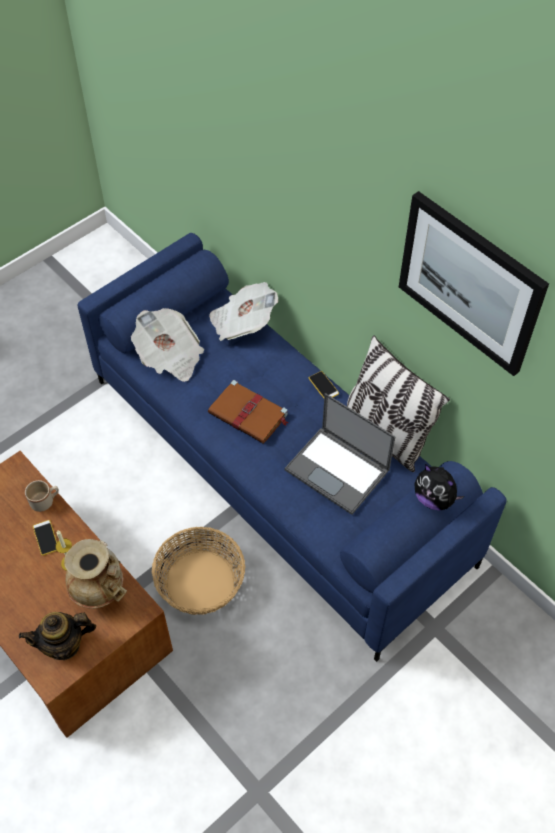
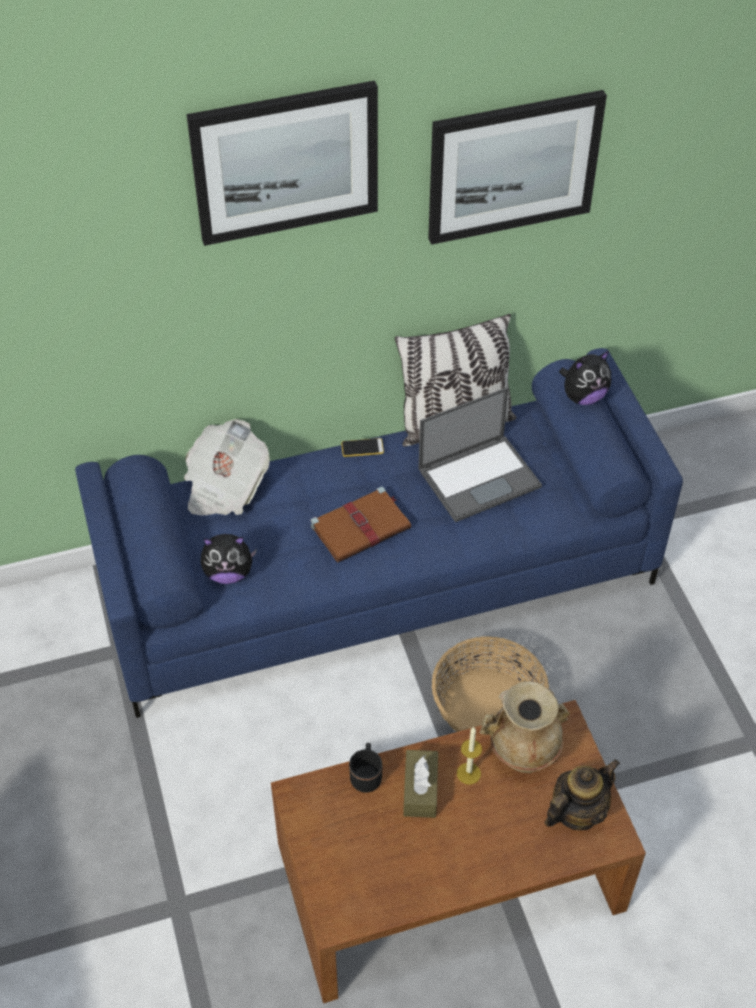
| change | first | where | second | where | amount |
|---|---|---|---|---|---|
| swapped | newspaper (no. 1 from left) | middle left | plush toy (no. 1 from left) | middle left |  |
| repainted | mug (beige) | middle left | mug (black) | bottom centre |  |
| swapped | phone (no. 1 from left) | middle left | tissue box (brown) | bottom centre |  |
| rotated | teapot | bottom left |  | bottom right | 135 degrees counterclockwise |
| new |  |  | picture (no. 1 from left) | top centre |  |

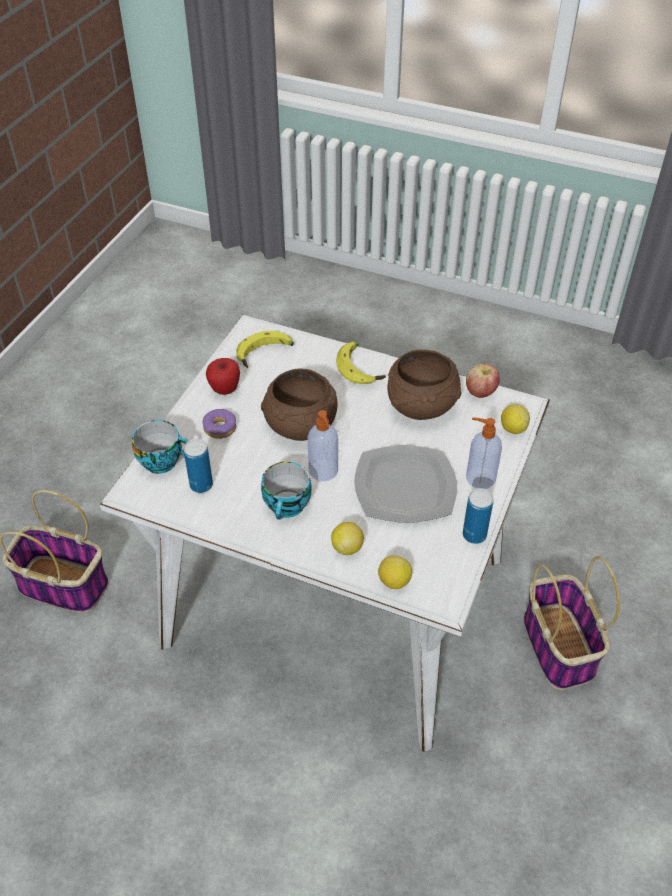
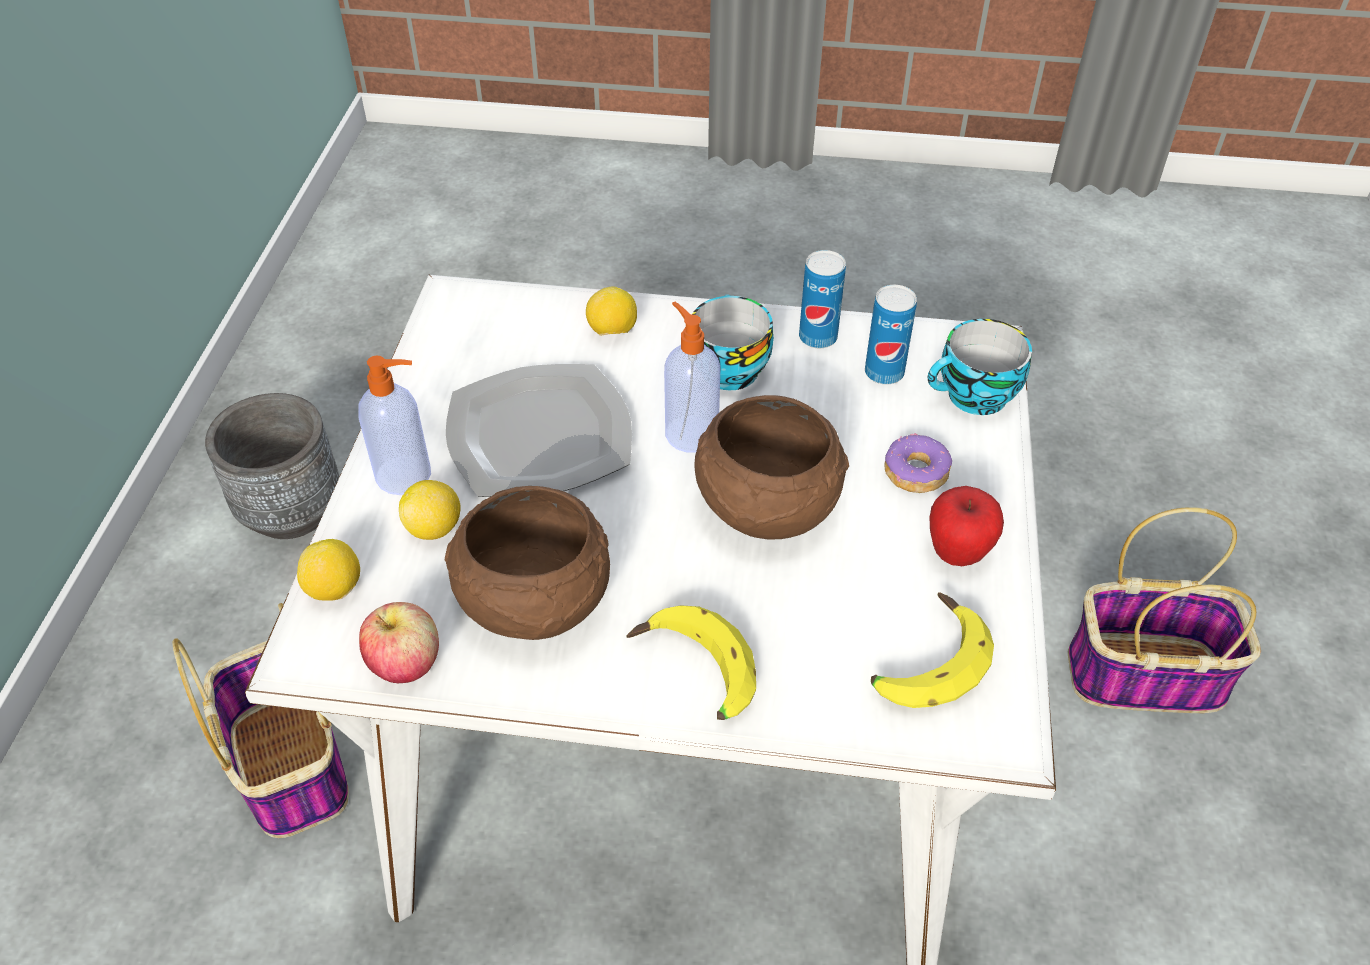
| change | first | where | second | where | amount |
|---|---|---|---|---|---|
| shifted | can (no. 2 from left in the first image) | middle right | can (no. 1 from left) | top centre |  |
| shifted | lemon (no. 2 from left) | centre |  | middle left |  |
| new |  |  | planter (grey) | middle left |  |

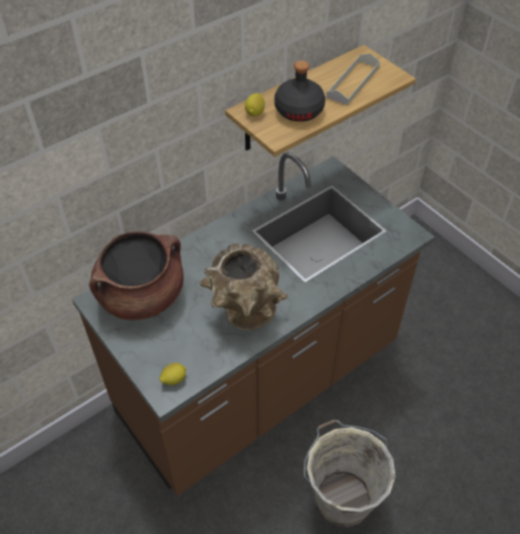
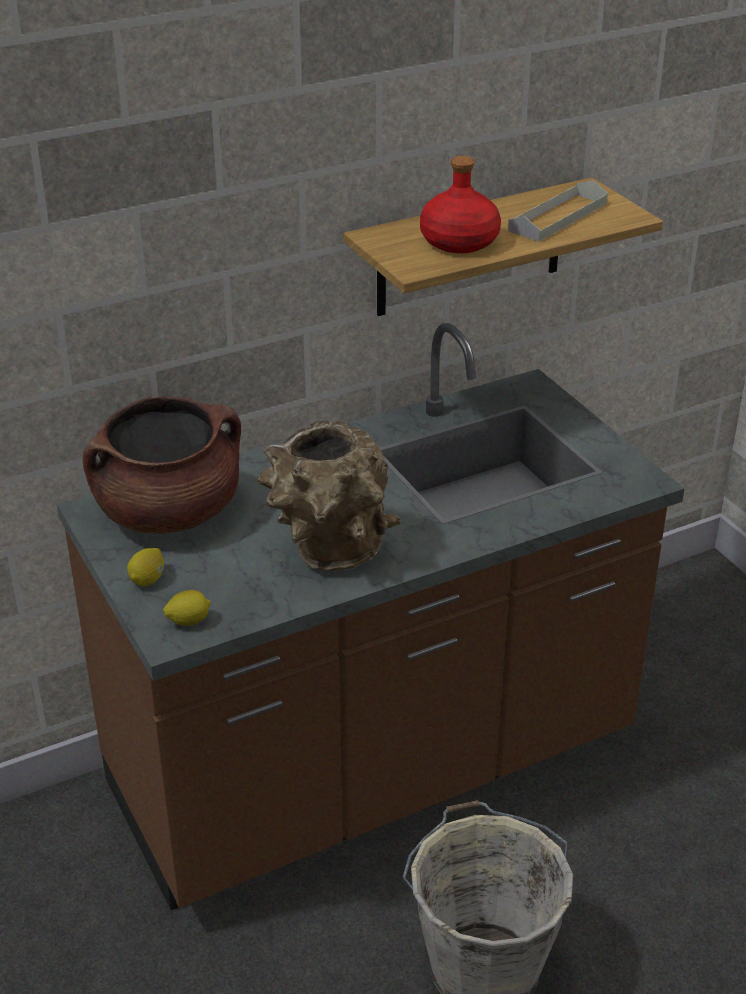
| change | first | where | second | where | amount |
|---|---|---|---|---|---|
| repainted | bottle (black) | top centre | bottle (red) | top centre |  |
| shifted | lemon (no. 2 from left in the first image) | top centre | lemon (no. 1 from left) | middle left |  |

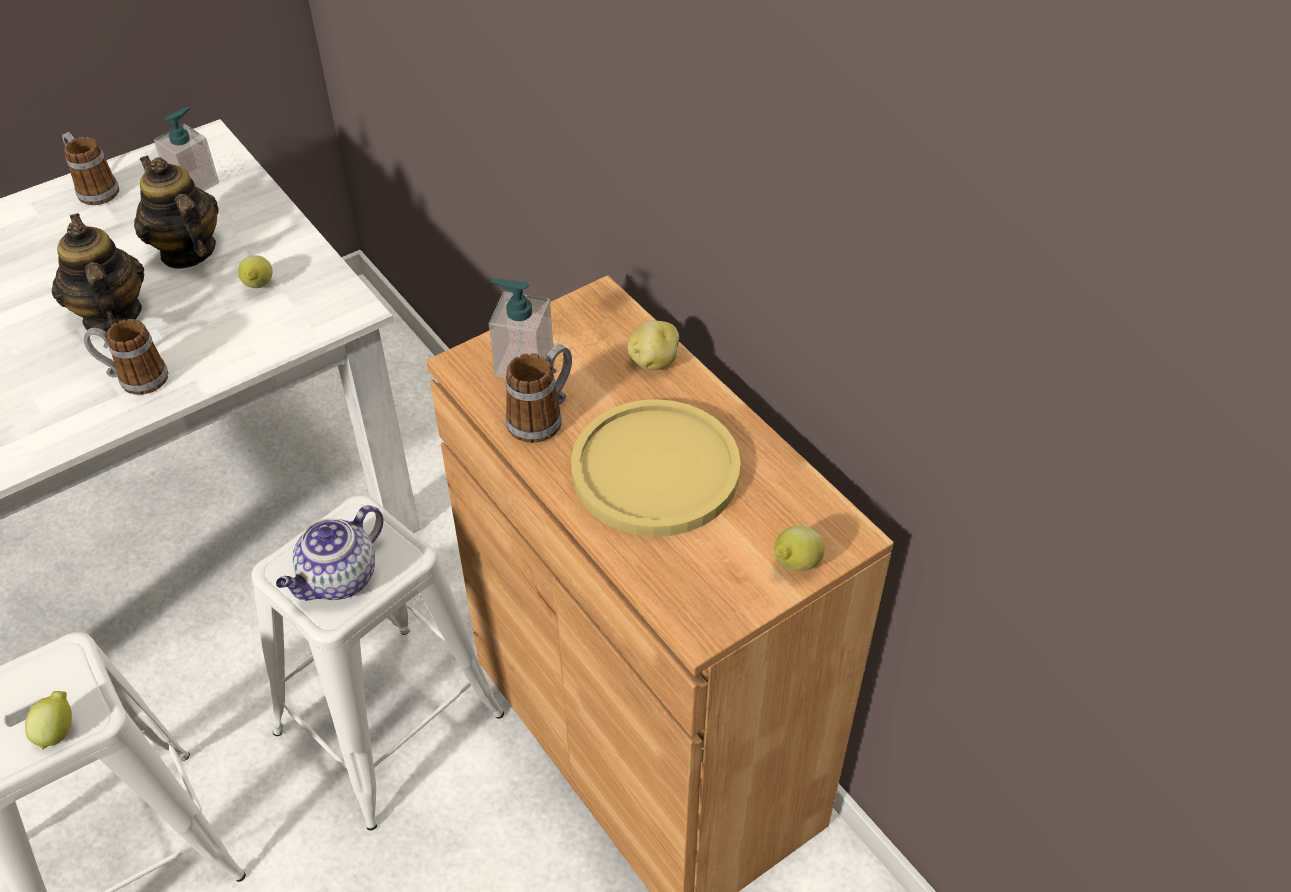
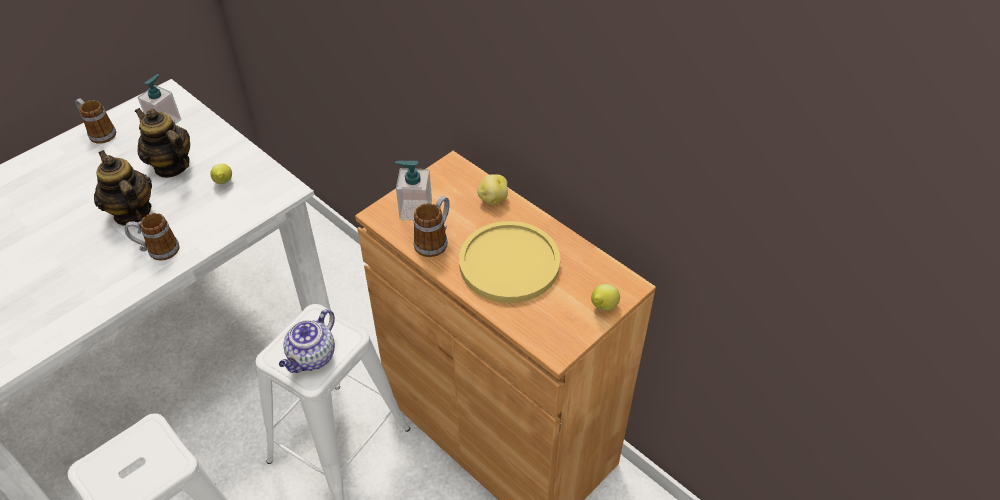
| change | first | where | second | where | amount |
|---|---|---|---|---|---|
| gone | lemon (no. 1 from left) | bottom left |  |  |  |

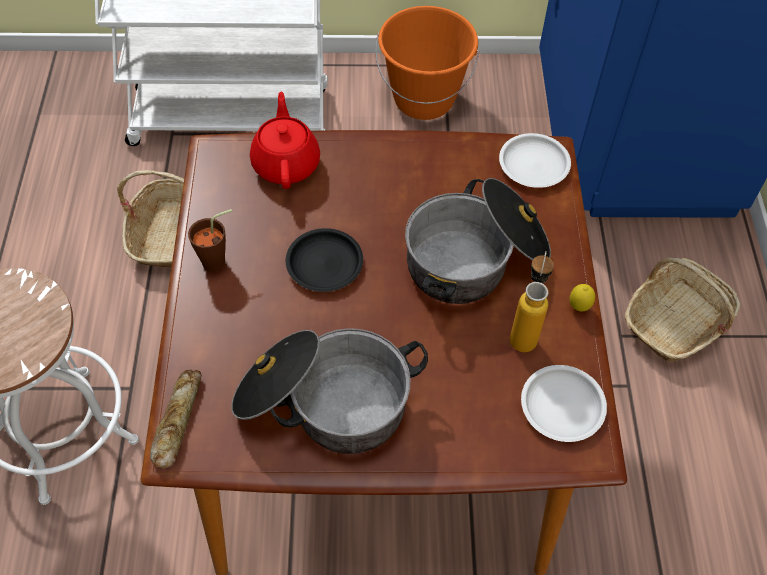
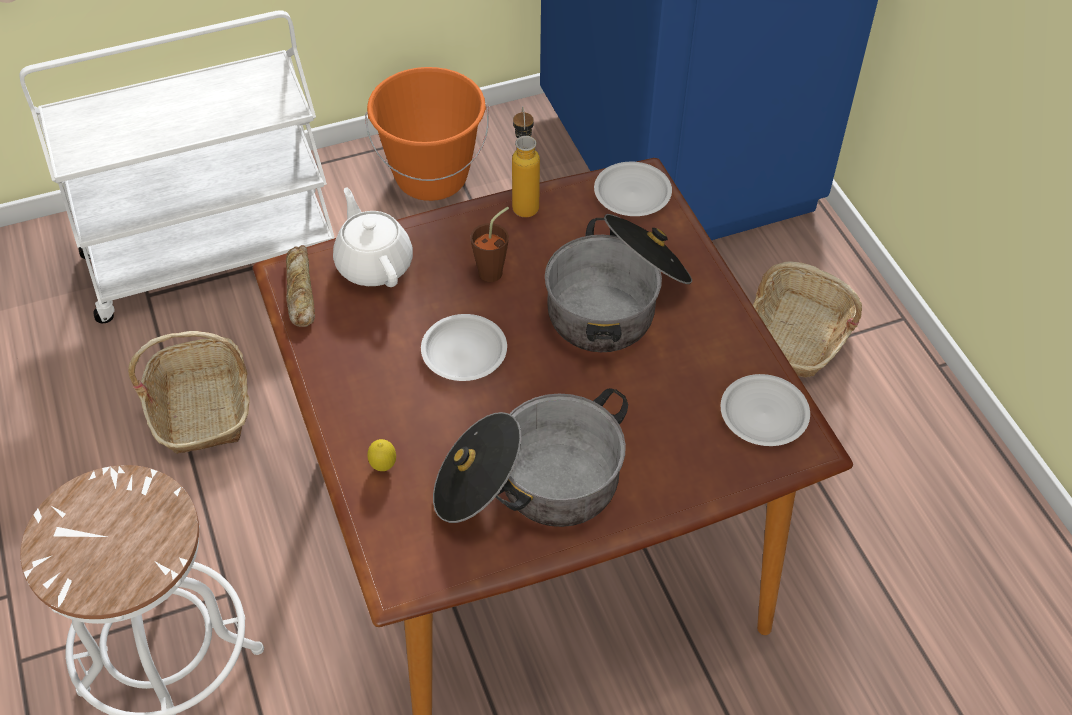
| change | first | where | second | where | amount |
|---|---|---|---|---|---|
| repainted | teapot (red) | top centre | teapot (white) | top centre |  |
| shifted | cup (brown) | middle left |  | centre |  |
| repainted | plate (black) | centre | plate (white) (no. 1 from left) | centre |  |
| shifted | bottle | middle right |  | top centre |  |
| shifted | lemon | middle right |  | centre |  |
| shifted | bread | bottom left |  | middle left |  |

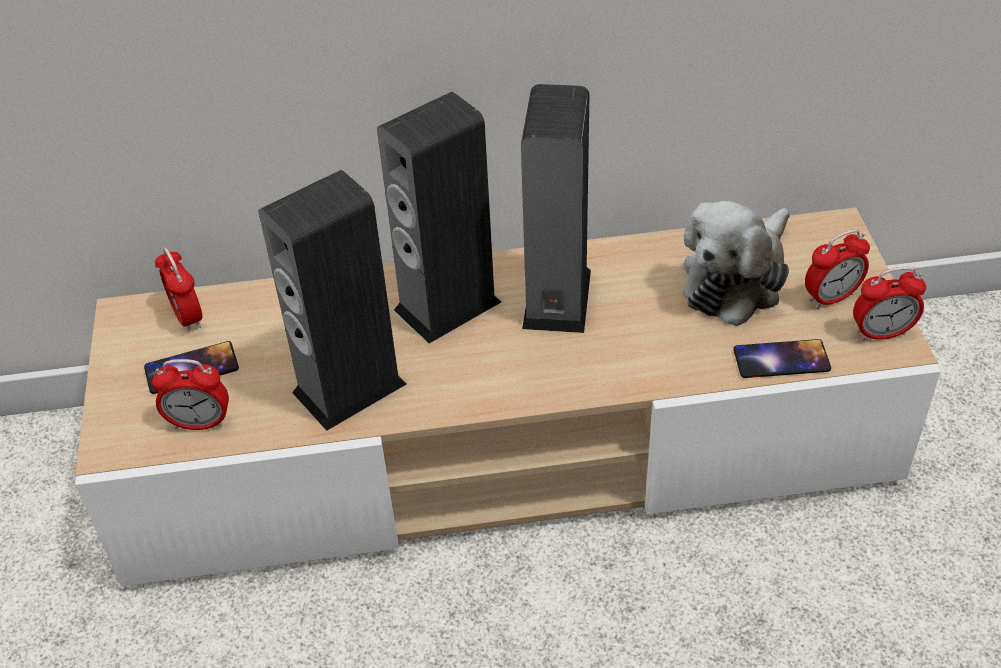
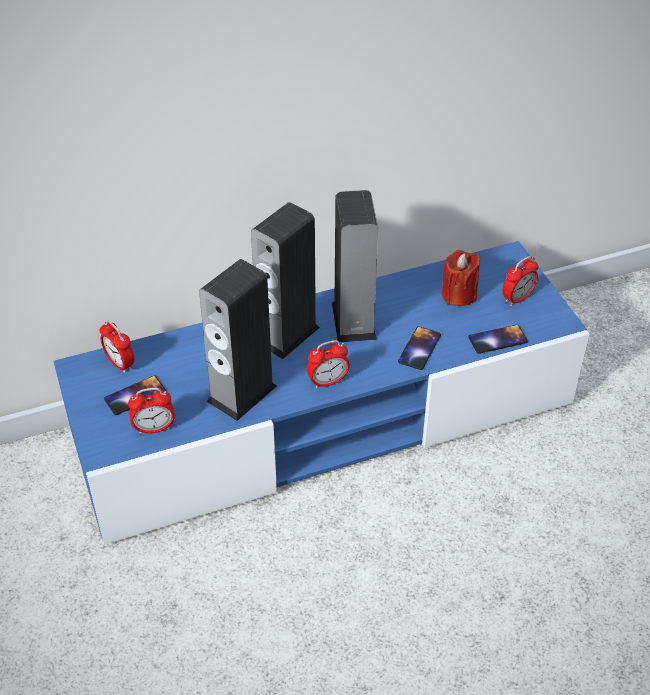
| change | first | where | second | where | amount |
|---|---|---|---|---|---|
| swapped | plush toy | middle right | candle (red) | middle right |  |
| repainted | tv stand (beige) | centre | tv stand (blue) | centre |  |
| shifted | alarm clock (no. 4 from left in the first image) | middle right | alarm clock (no. 3 from left) | centre |  |
| new |  |  | phone (no. 2 from left) | centre |  |

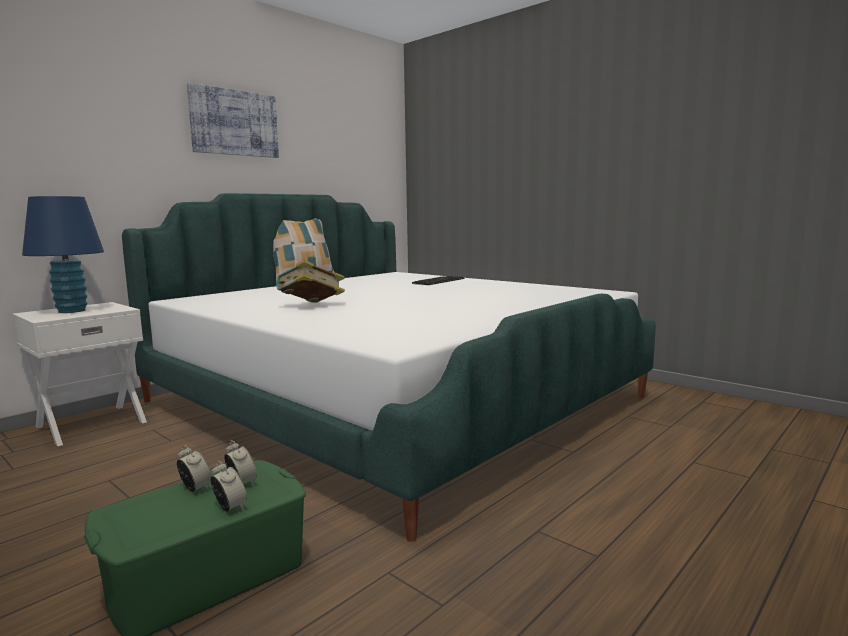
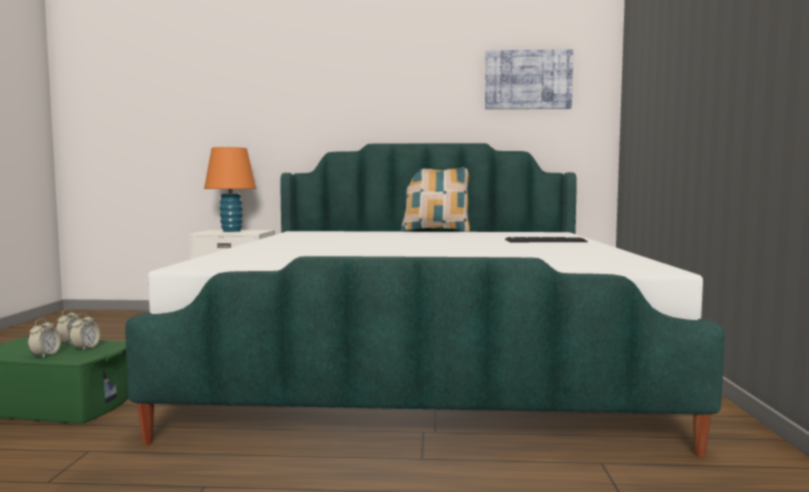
| change | first | where | second | where | amount |
|---|---|---|---|---|---|
| shifted | picture | top left |  | top centre |  |
| repainted | table lamp (blue) | middle left | table lamp (orange) | middle left |  |
| gone | book | centre |  |  |  |

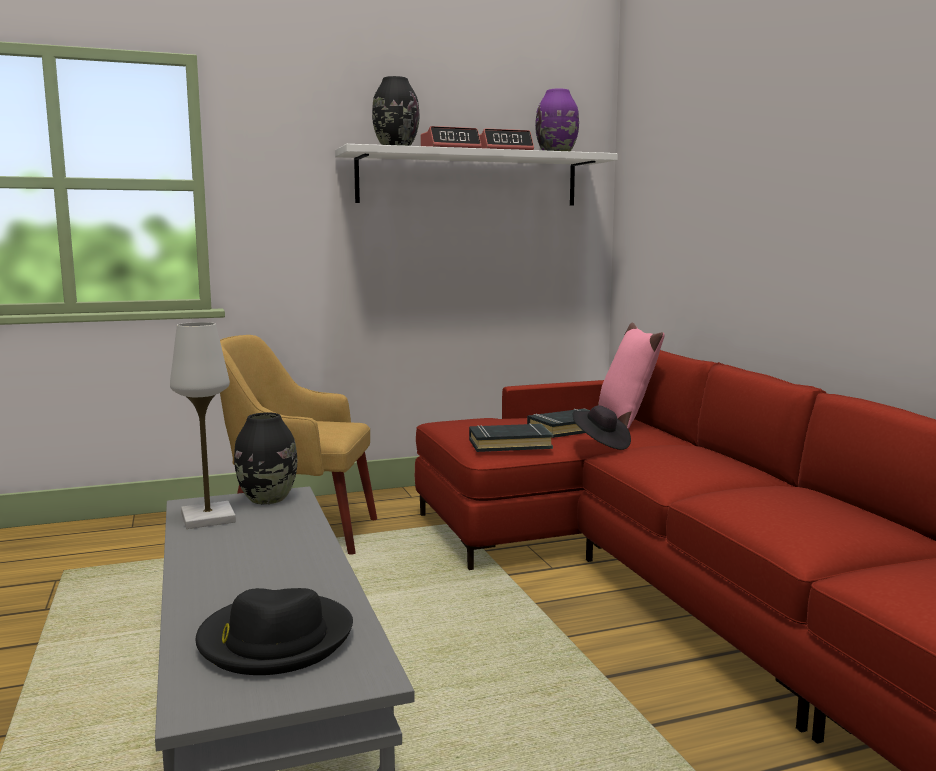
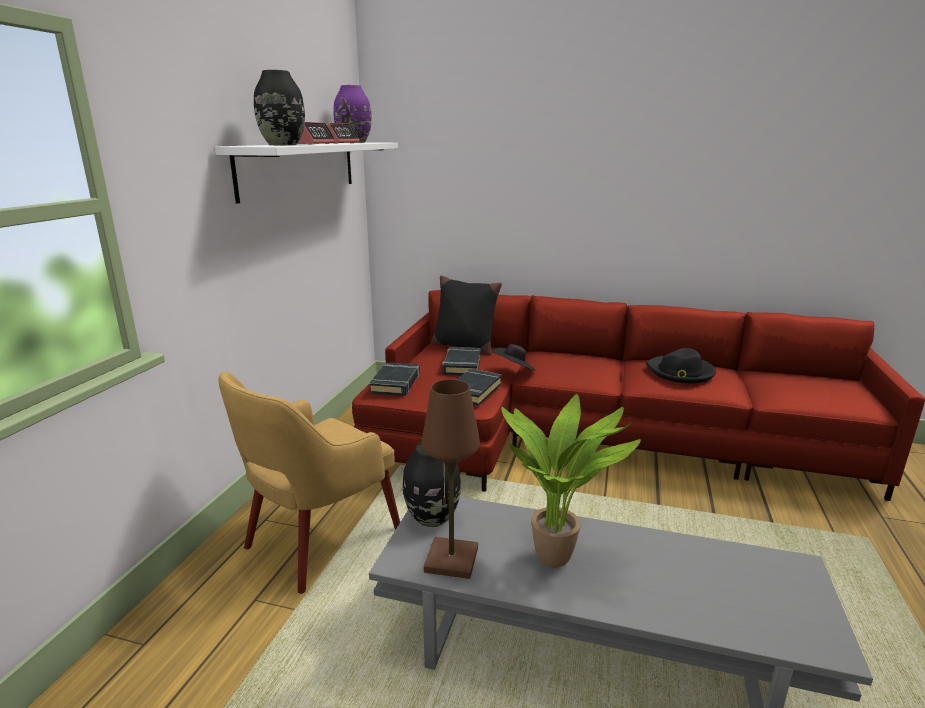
| change | first | where | second | where | amount |
|---|---|---|---|---|---|
| repainted | table lamp (white) | middle left | table lamp (brown) | bottom centre |  |
| repainted | pillow (pink) | middle right | pillow (black) | centre |  |
| shifted | hat (black) (no. 1 from left in the first image) | bottom left | hat (black) (no. 2 from left) | middle right |  |
| new |  |  | book (black) (no. 1 from left) | centre |  |
| new |  |  | potted plant | bottom centre |  |

